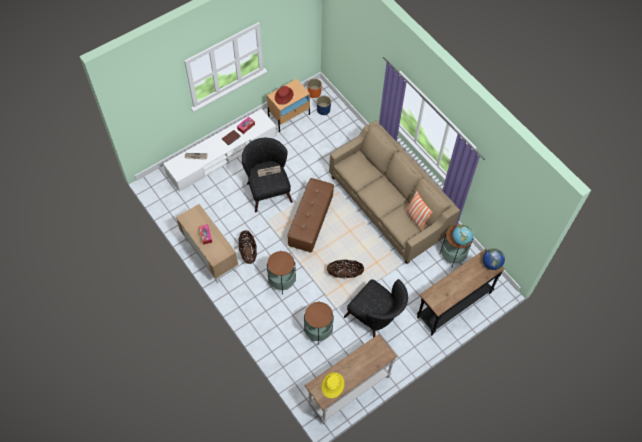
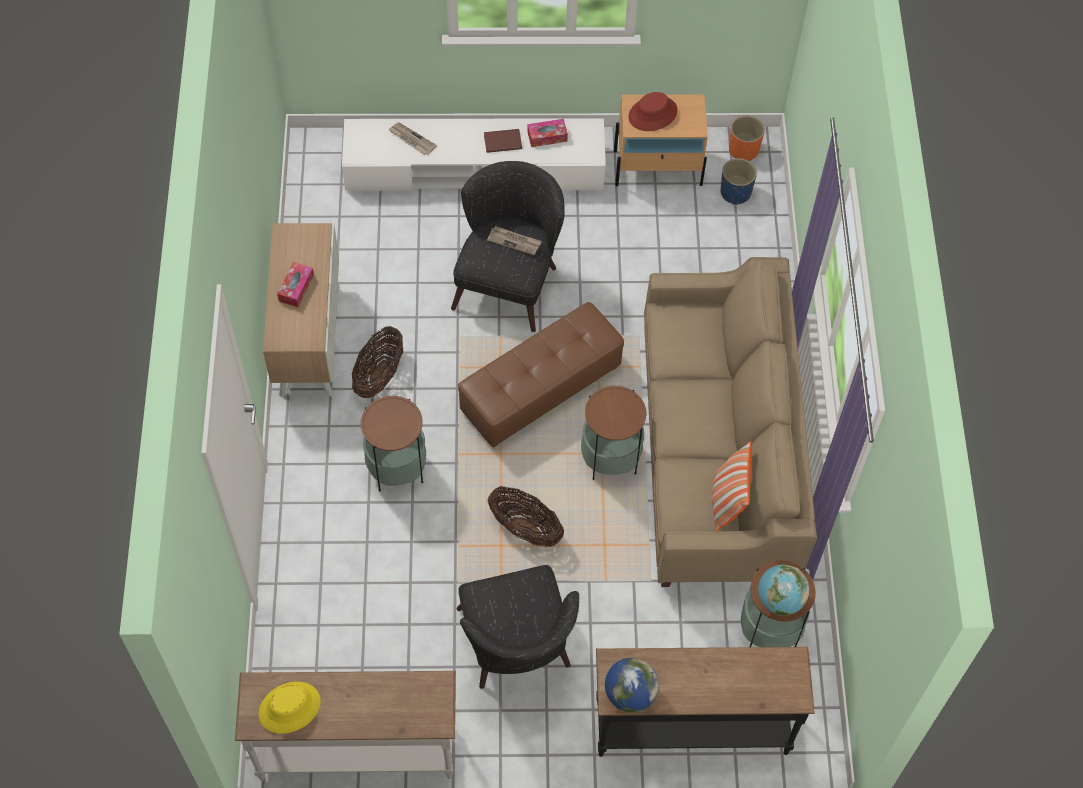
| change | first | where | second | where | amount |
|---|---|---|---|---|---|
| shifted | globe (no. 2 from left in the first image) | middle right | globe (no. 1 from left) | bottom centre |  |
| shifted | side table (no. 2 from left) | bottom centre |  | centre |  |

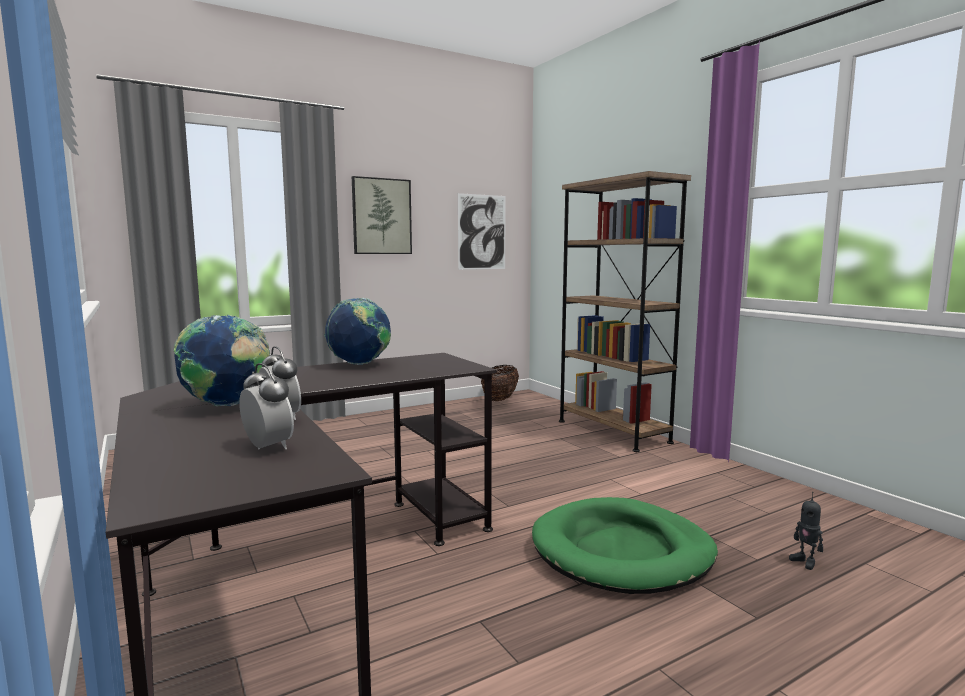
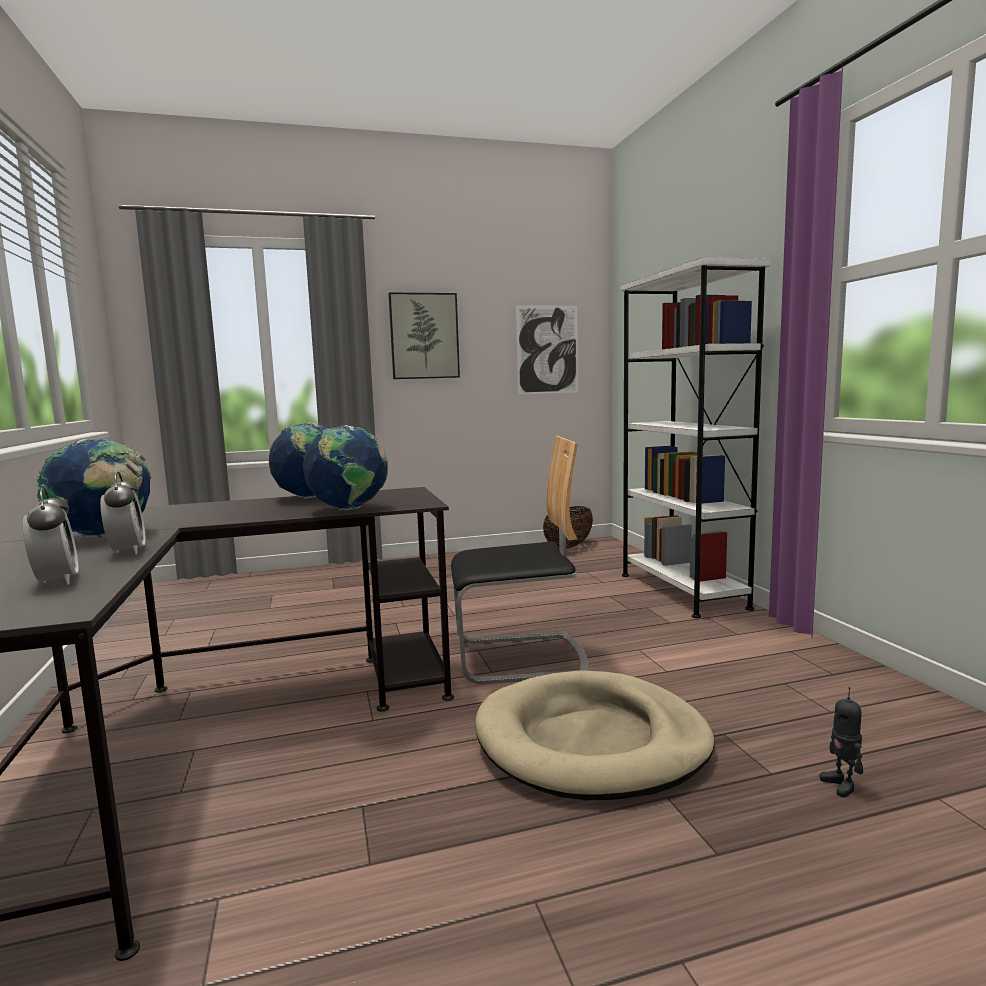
| change | first | where | second | where | amount |
|---|---|---|---|---|---|
| repainted | bookcase (brown) | centre | bookcase (white) | middle right |  |
| repainted | dog bed (green) | bottom centre | dog bed (beige) | bottom centre |  |
| new |  |  | globe (no. 3 from left) | centre |  |
| new |  |  | chair | centre |  |

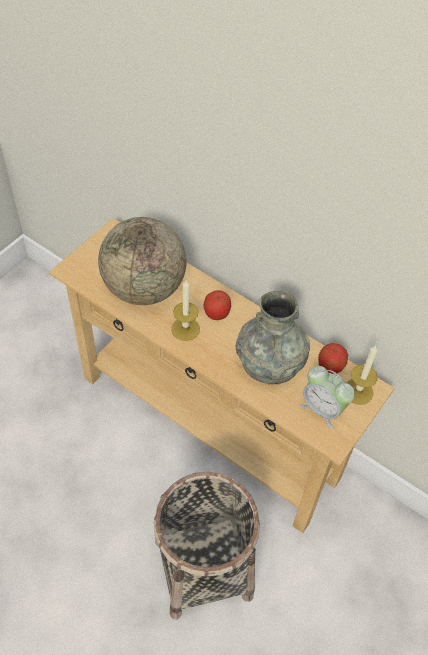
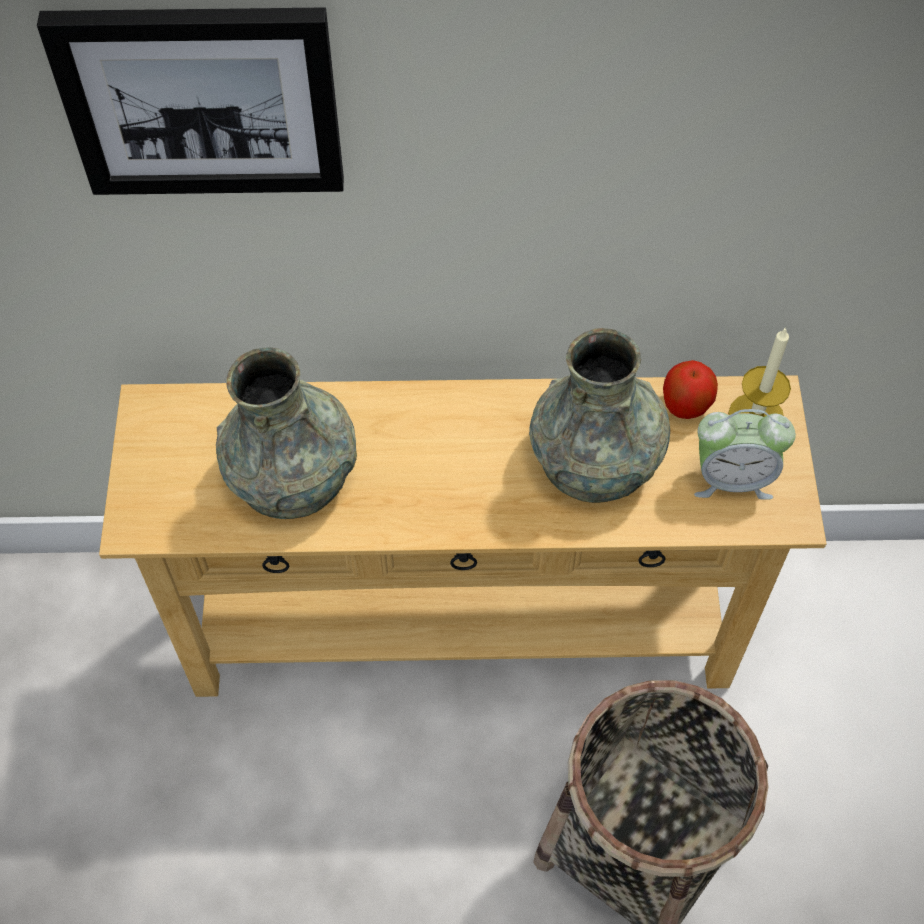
| change | first | where | second | where | amount |
|---|---|---|---|---|---|
| swapped | globe | middle left | vase (grey) (no. 1 from left) | middle left |  |
| gone | candle (no. 1 from left) | centre |  |  |  |
| gone | apple (no. 1 from left) | centre |  |  |  |
| new |  |  | picture | top left |  |

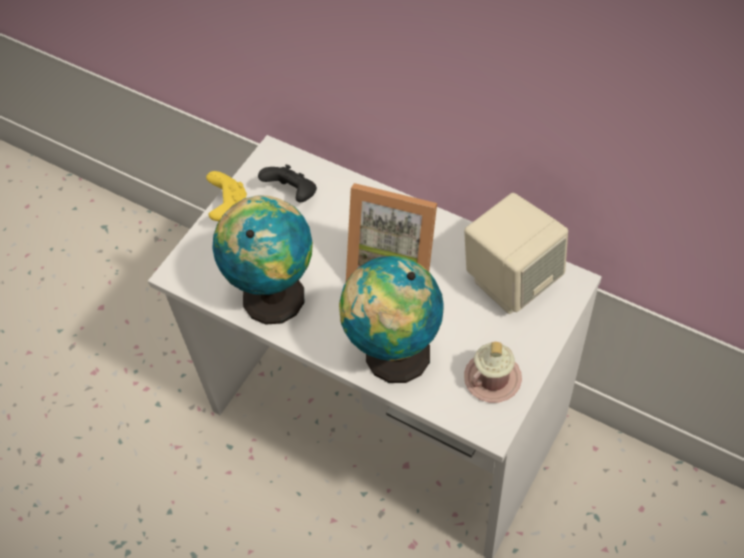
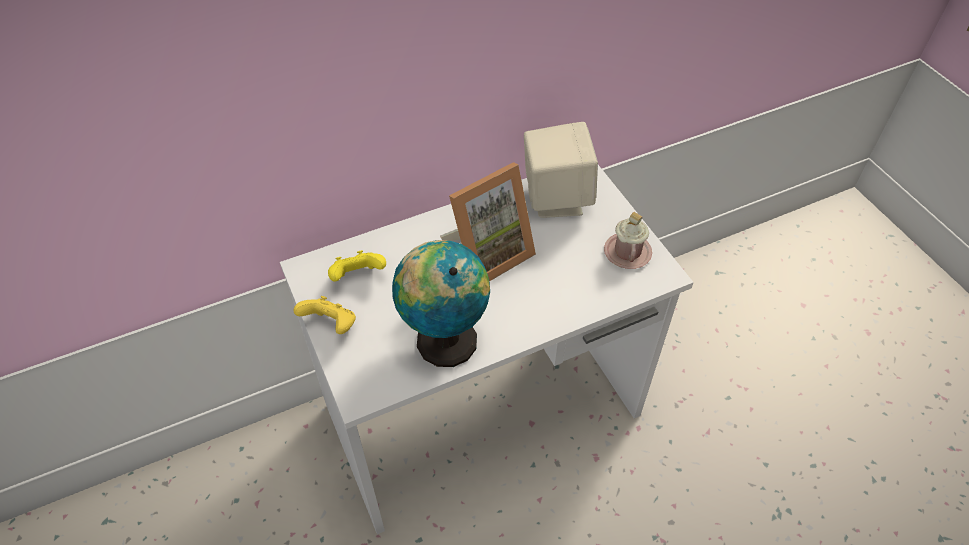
| change | first | where | second | where | amount |
|---|---|---|---|---|---|
| repainted | game controller (black) | top centre | game controller (yellow) (no. 2 from left) | centre |  |
| gone | globe (no. 2 from left) | centre |  |  |  |

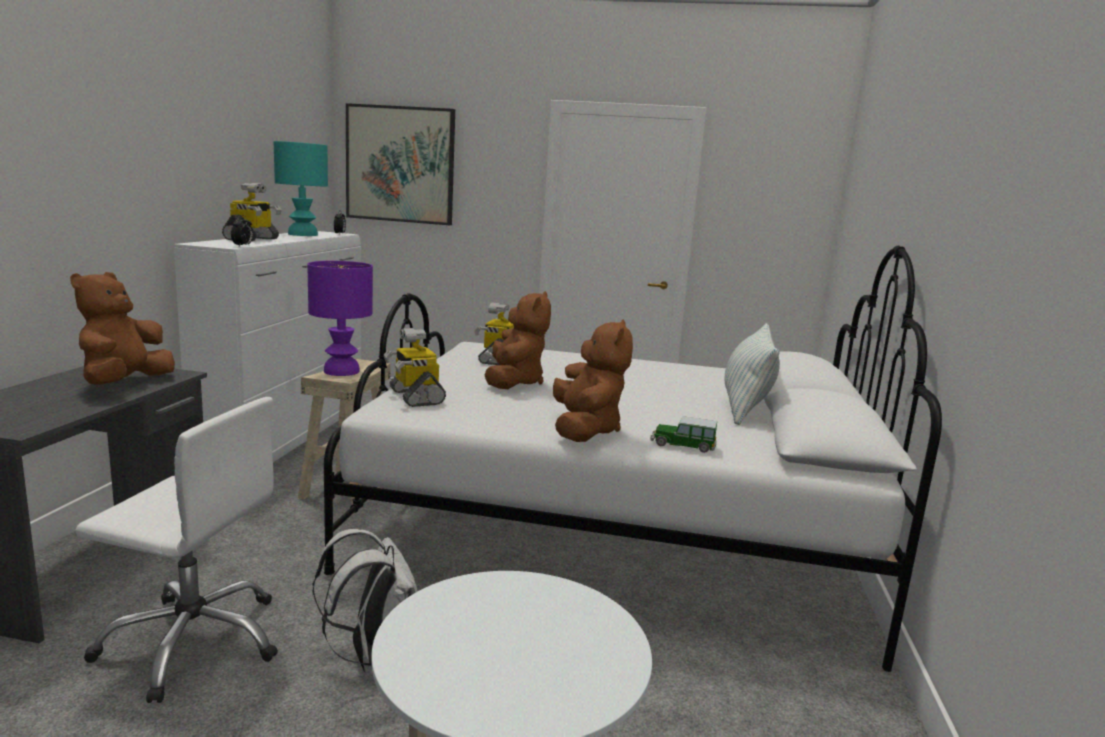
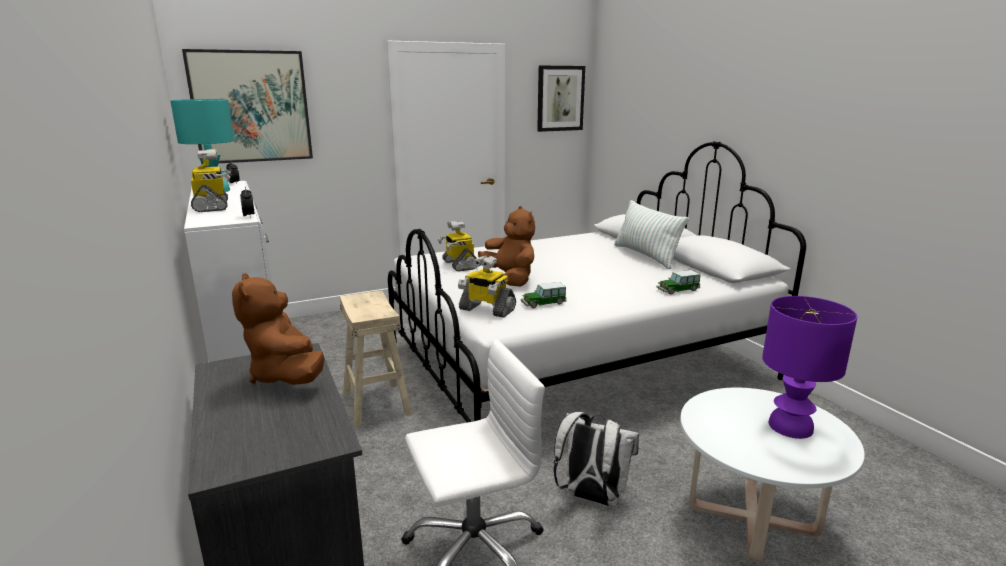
| change | first | where | second | where | amount |
|---|---|---|---|---|---|
| shifted | table lamp (purple) | middle left |  | middle right |  |
| gone | plush toy (brown) (no. 3 from left) | centre |  |  |  |
| new |  |  | picture (no. 2 from left) | top centre |  |
| new |  |  | toy car (no. 1 from left) | centre |  |

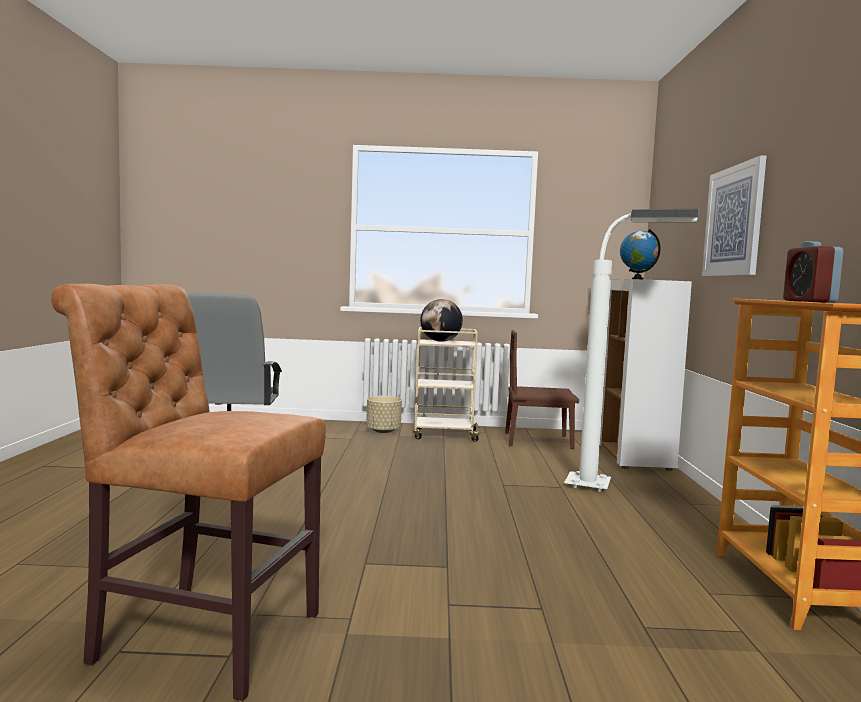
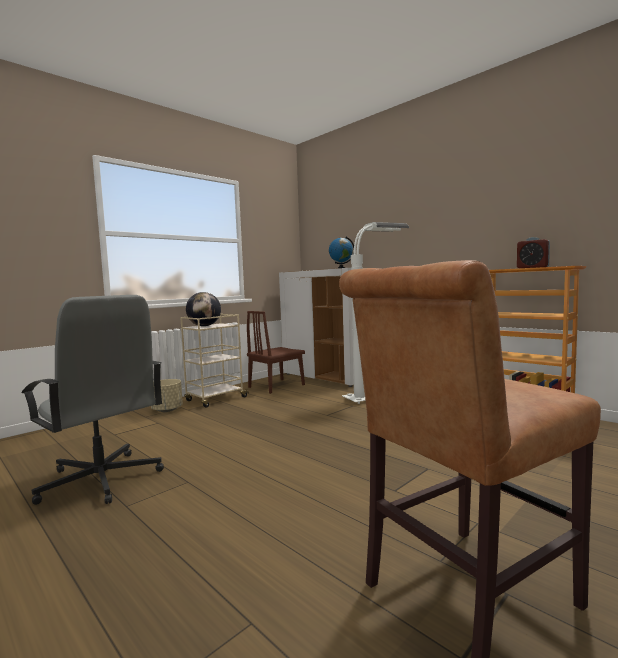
| change | first | where | second | where | amount |
|---|---|---|---|---|---|
| gone | picture | top right |  |  |  |

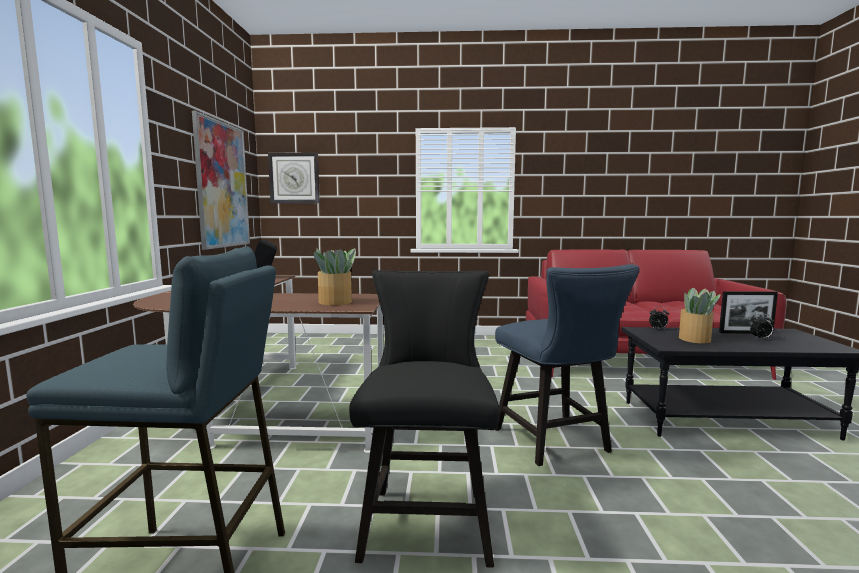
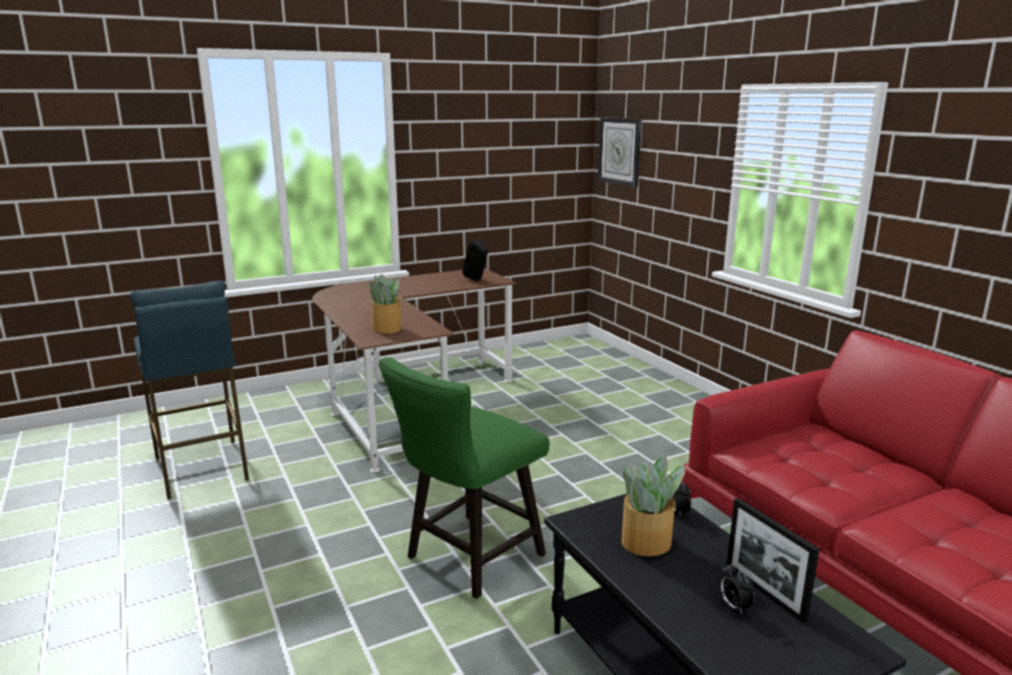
| change | first | where | second | where | amount |
|---|---|---|---|---|---|
| gone | picture | top left |  |  |  |
| repainted | chair (blue) | centre | chair (green) | bottom centre |  |
| gone | chair (black) | bottom centre |  |  |  |

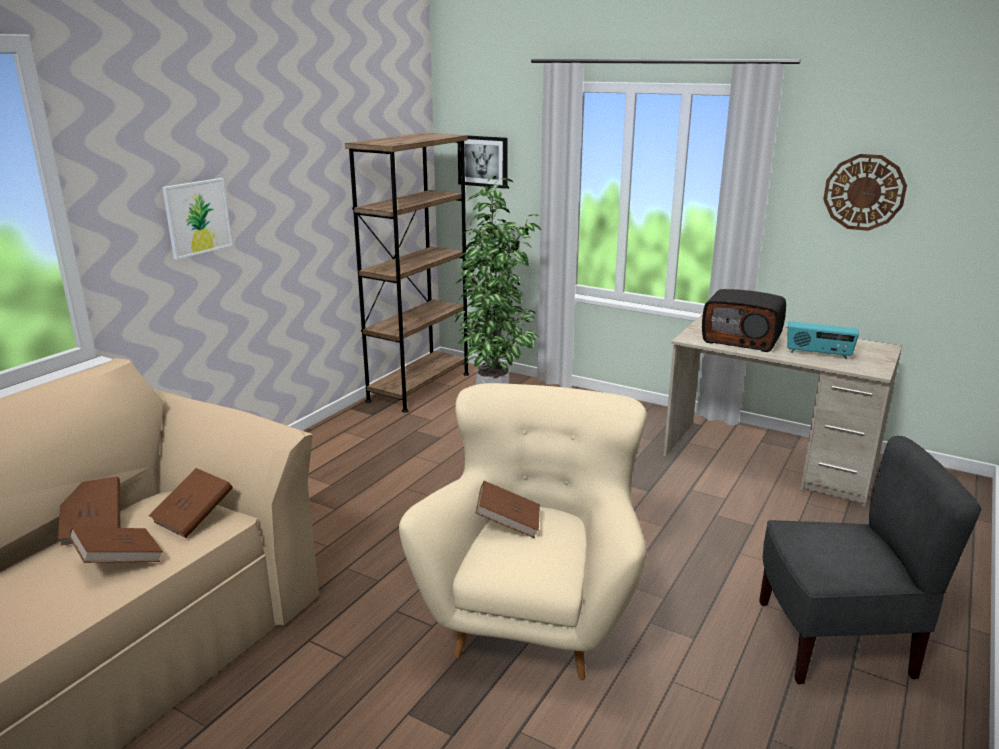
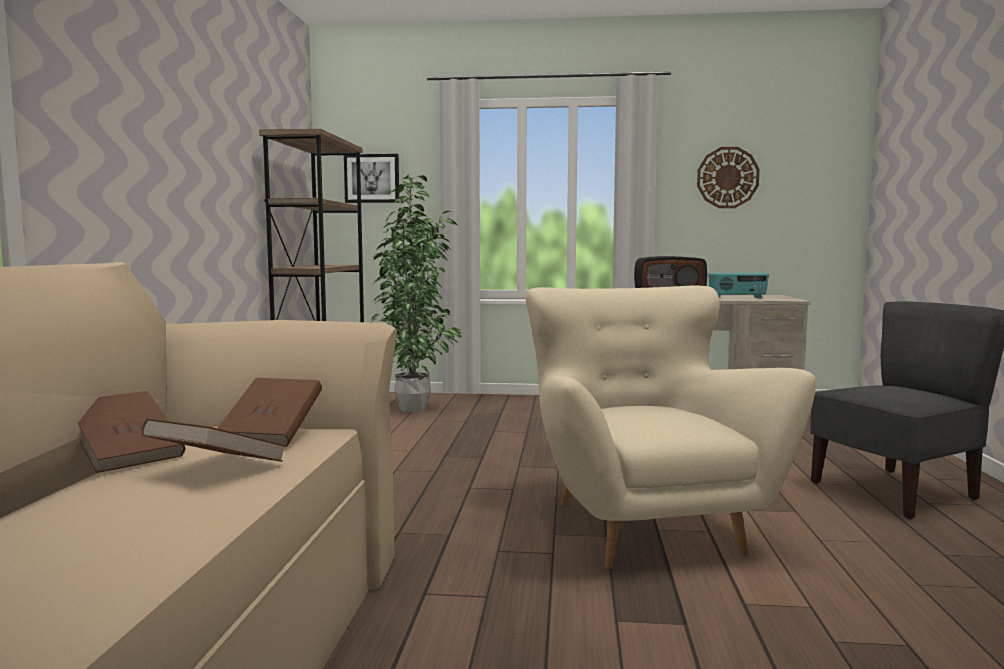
| change | first | where | second | where | amount |
|---|---|---|---|---|---|
| gone | picture (no. 1 from left) | top left |  |  |  |
| gone | book (brown) (no. 4 from left) | bottom centre |  |  |  |

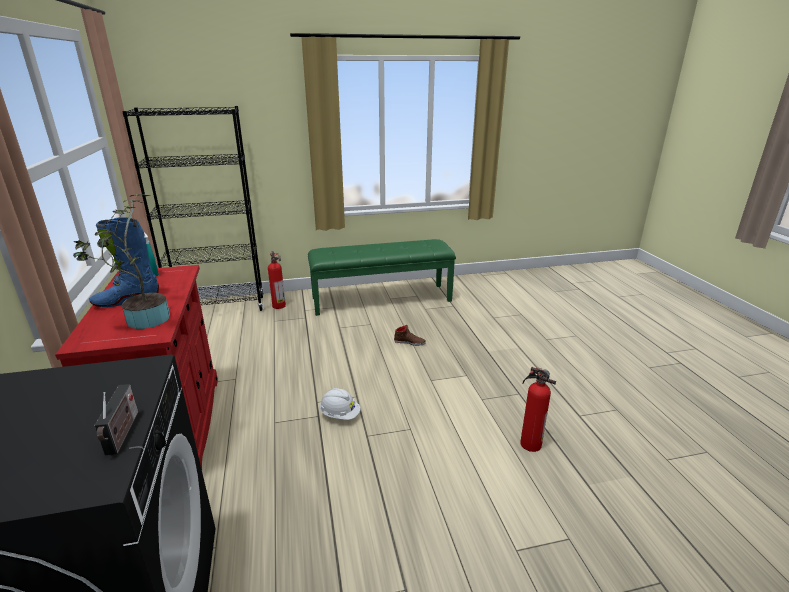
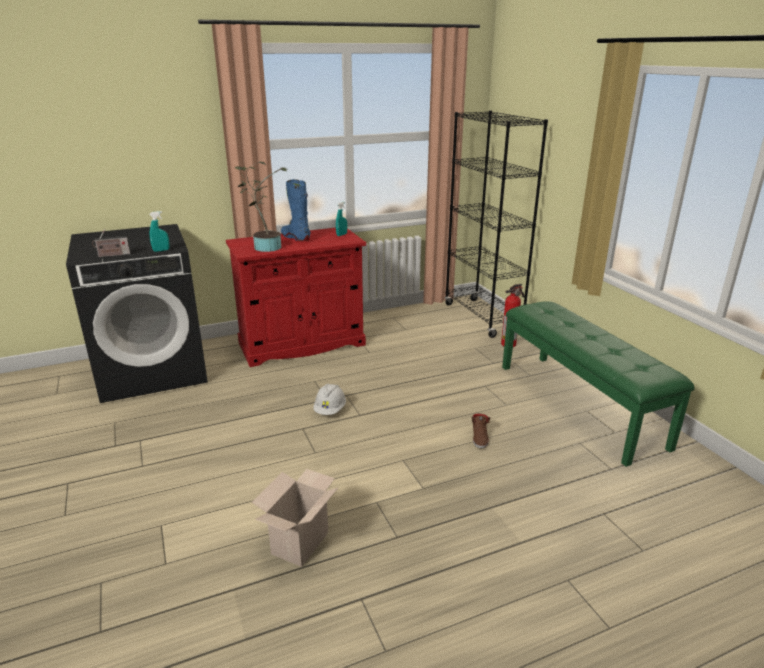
| change | first | where | second | where | amount |
|---|---|---|---|---|---|
| swapped | fire extinguisher (no. 2 from left) | bottom right | cardboard box | bottom centre |  |
| new |  |  | spray bottle (turquoise) (no. 1 from left) | middle left |  |

